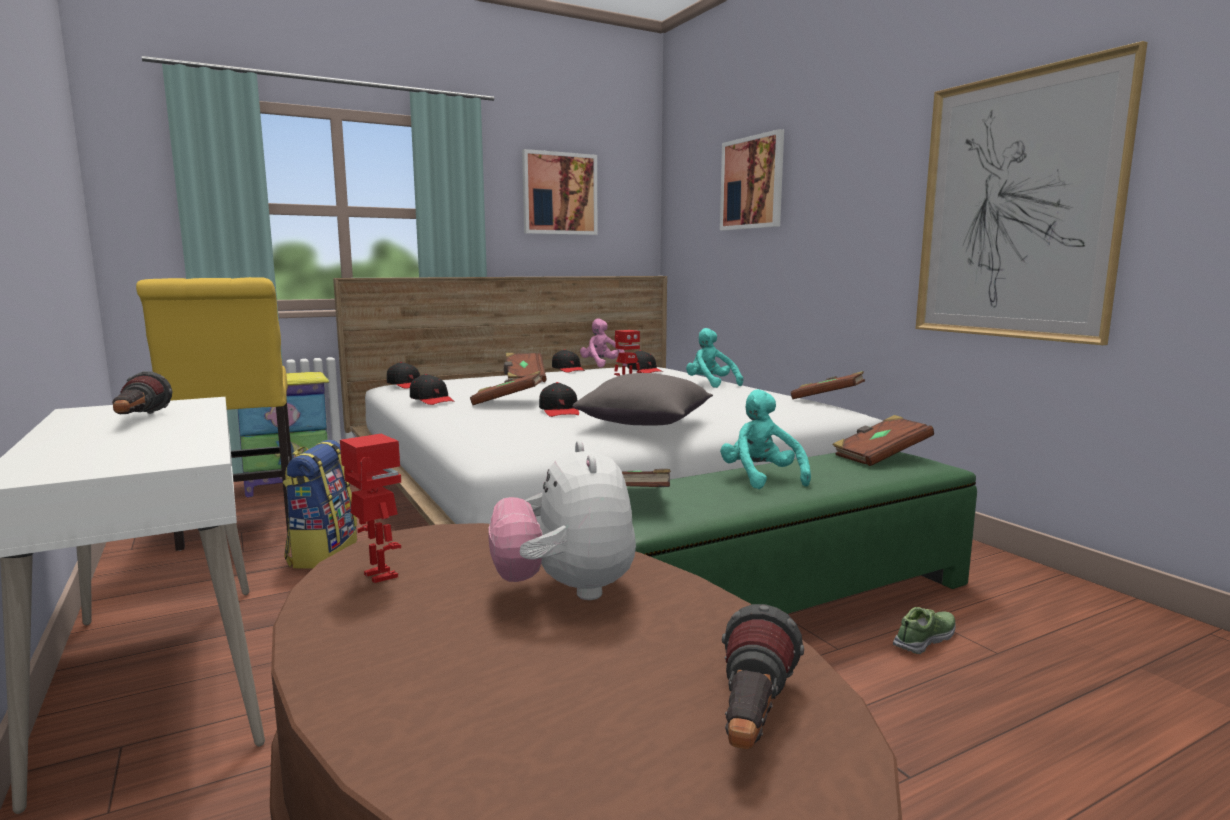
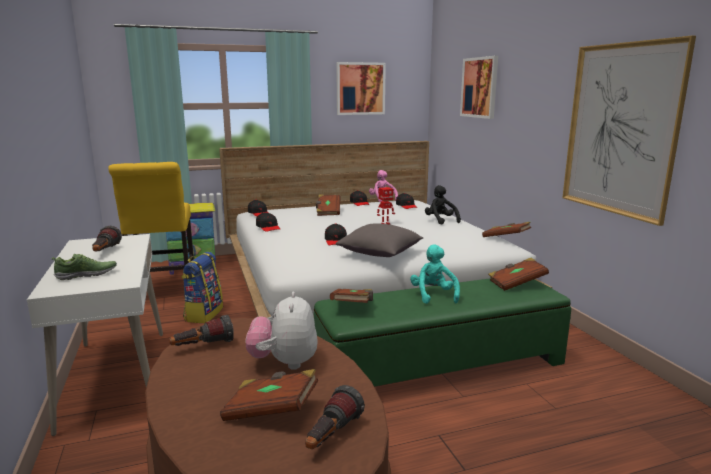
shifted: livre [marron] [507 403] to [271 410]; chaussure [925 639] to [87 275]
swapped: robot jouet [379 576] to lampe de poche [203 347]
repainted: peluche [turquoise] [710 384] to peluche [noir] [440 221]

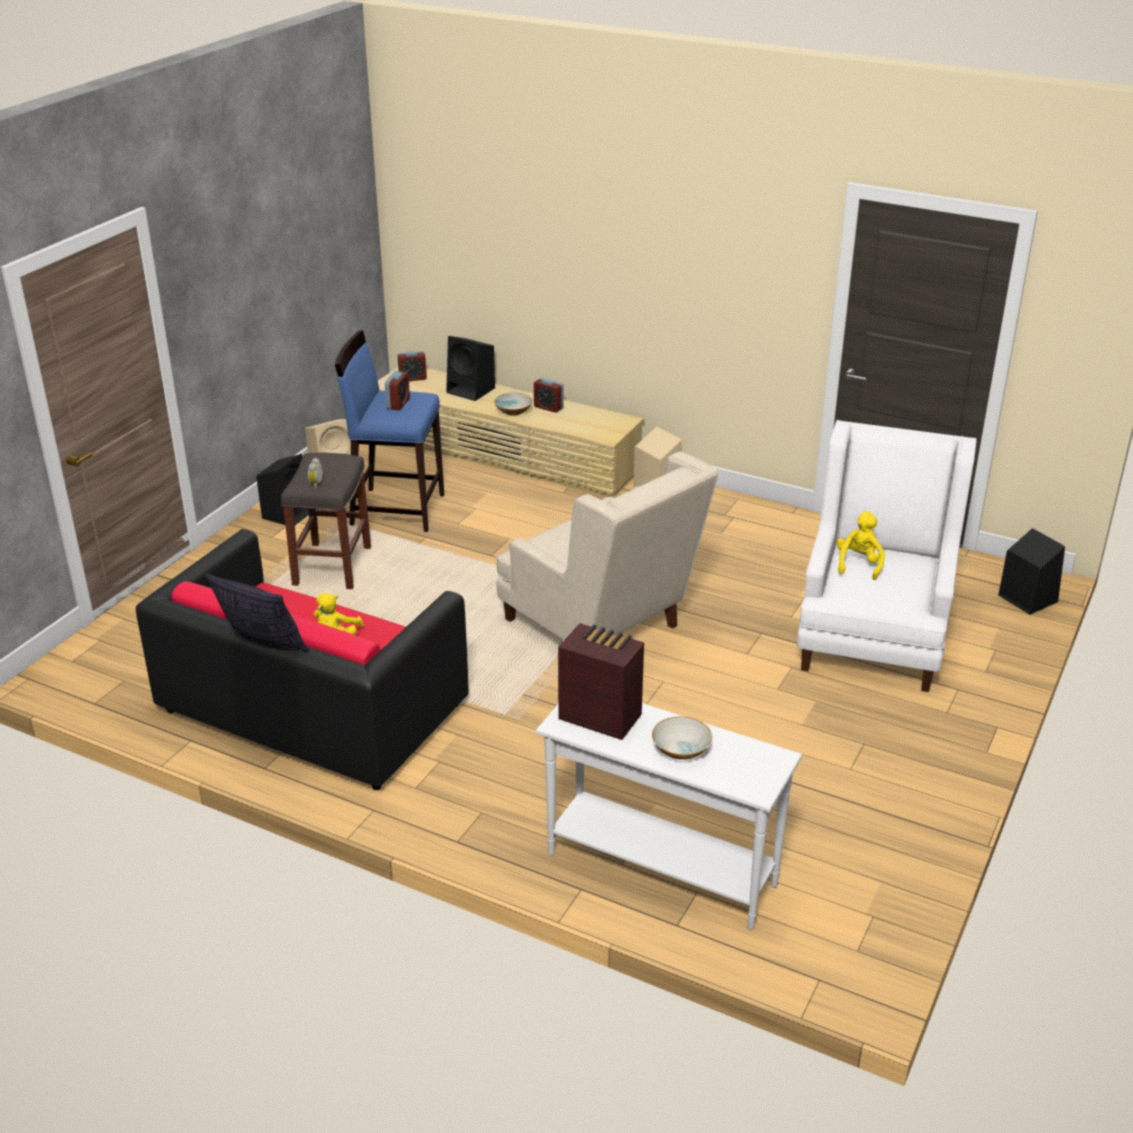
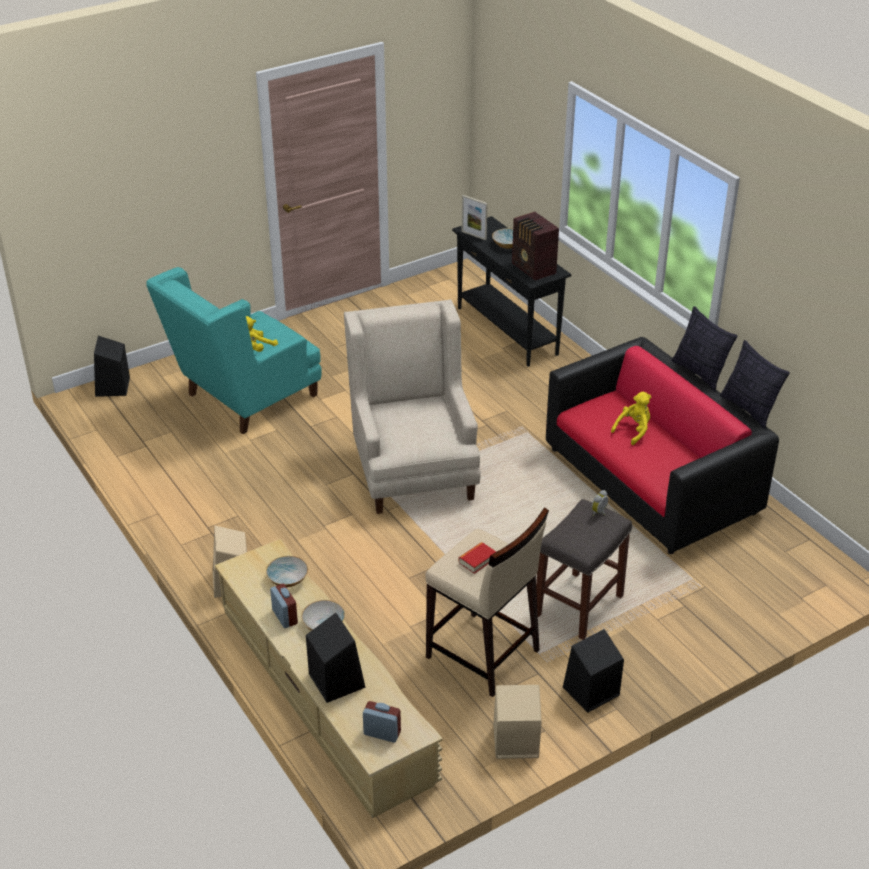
new: cadre photo [473 235]; coussin [749 409]; bol [288 579]
swapped: réveil [398 404] to livre [477 560]
repainted: tabouret [bleu] [396 509] to tabouret [beige] [483 655]; fauteuil [blanc] [873 635] to fauteuil [turquoise] [243 399]; table console [blanc] [658 870] to table console [noir] [508 331]

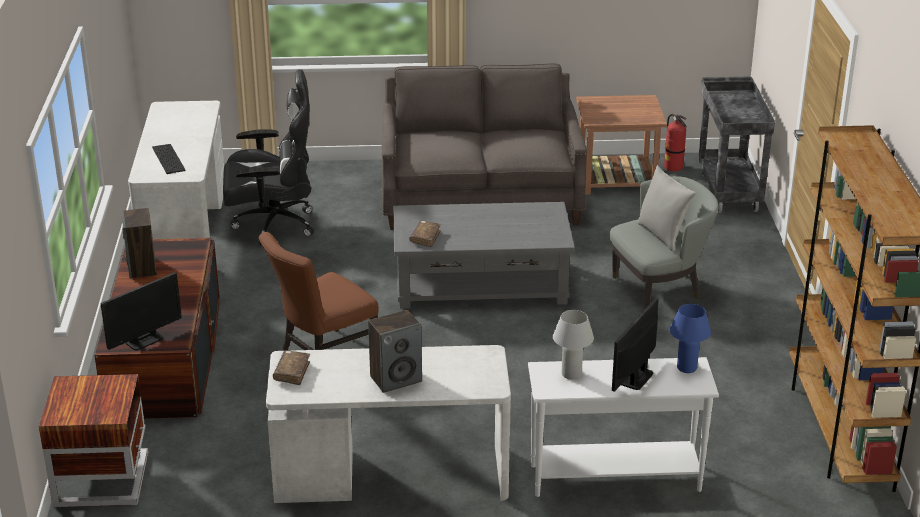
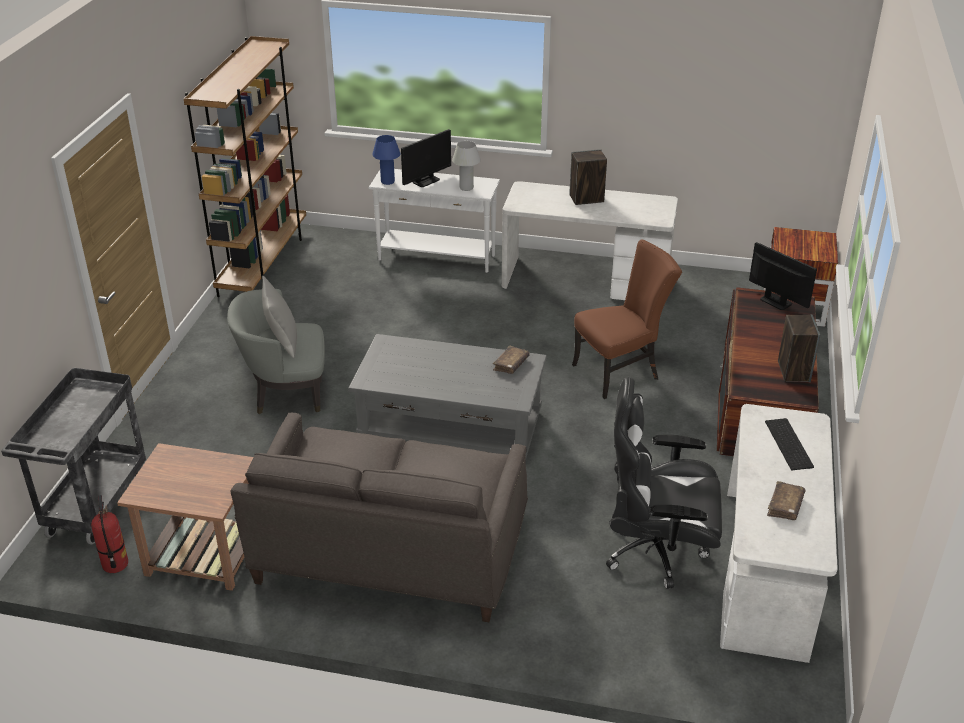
shifted: livre [marron] [292 372] to [785 506]
rotated: écran d'ordinateur [144 340] = [775 301] 75 degrees clockwise

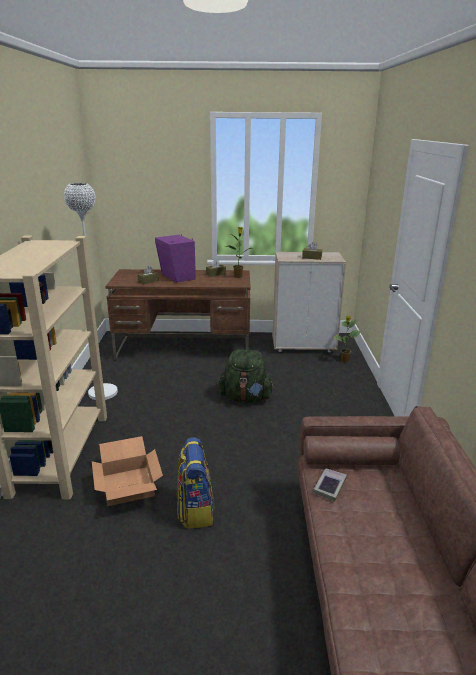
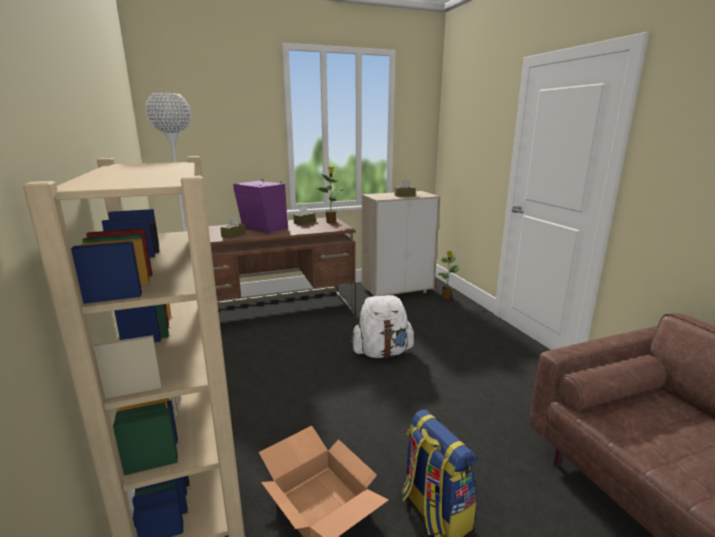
gone: livre [329 486]
repainted: sac à dos [vert] [245 398] to sac à dos [blanc] [382 352]

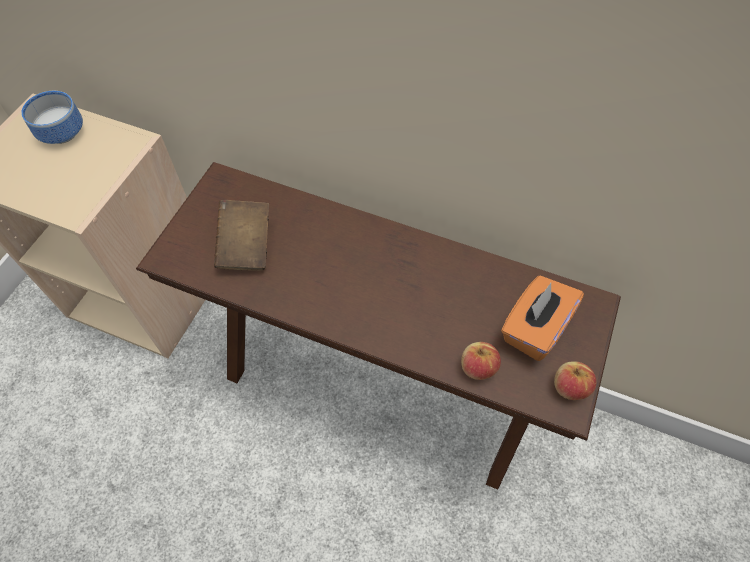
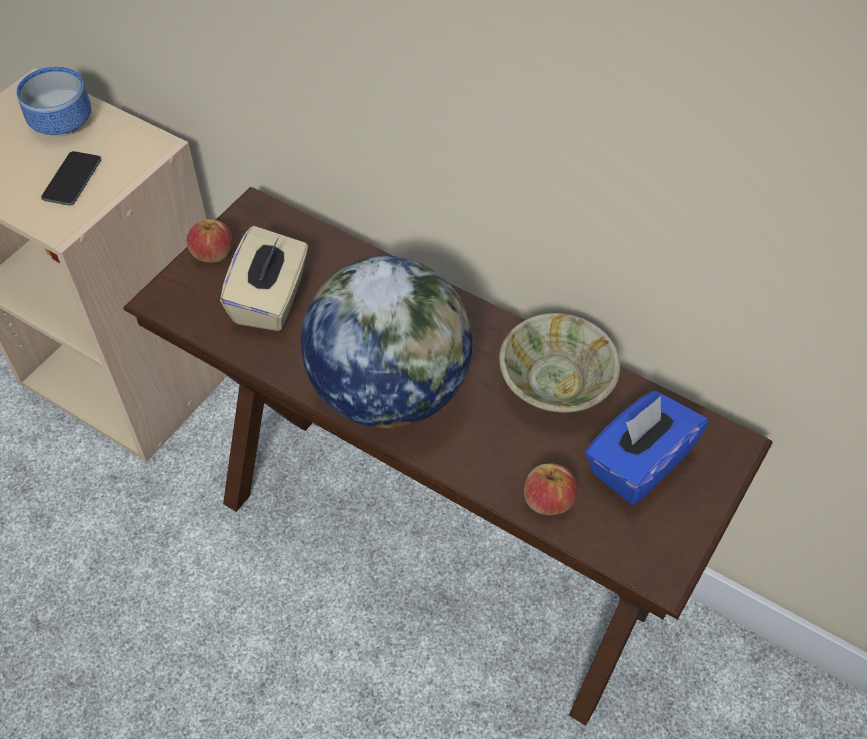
new: téléphone [72 179]; globe [389 391]; bol [beige] [555 385]
shifted: pomme [569 387] to [212 253]
swapped: livre [marron] [246 246] to boîte à mouchoirs [beige] [271 300]
repainted: boîte à mouchoirs [orange] [534 328] to boîte à mouchoirs [bleu] [638 463]

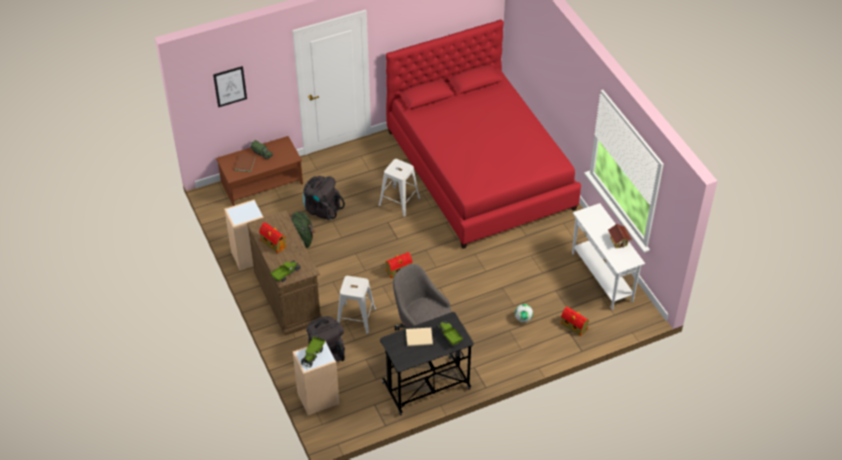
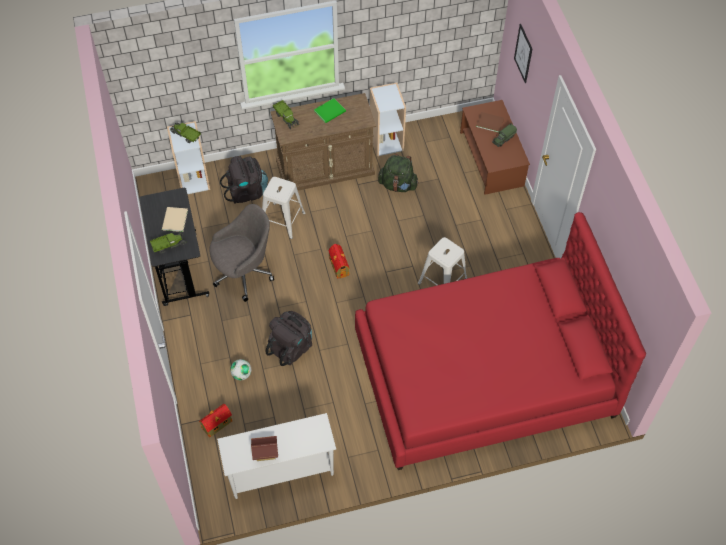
shifted: sac à dos [noir] [322 209] to [291 347]
swapped: maison miniature [273 243] to livre [vert] [331 111]

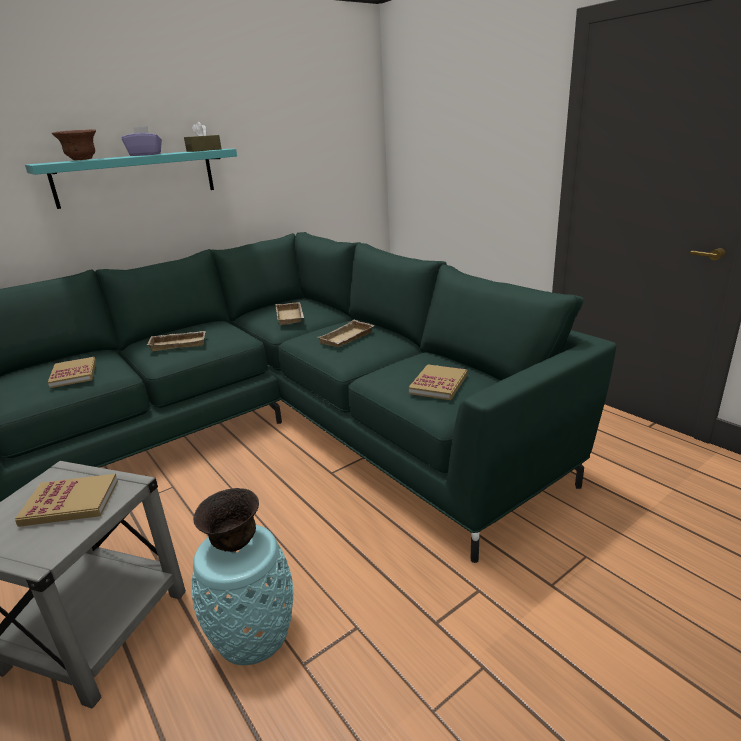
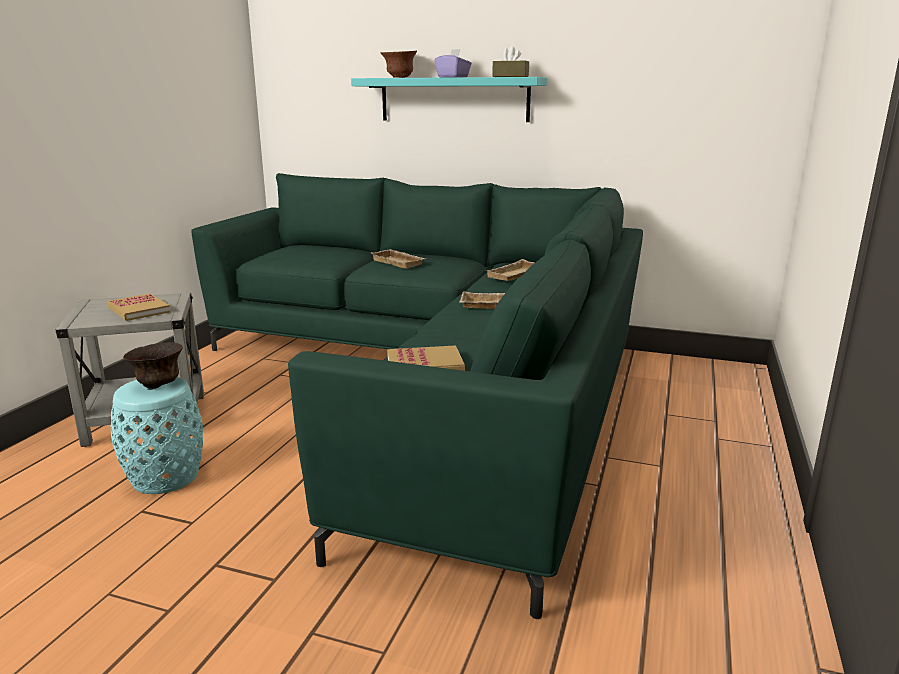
gone: livre [74 374]

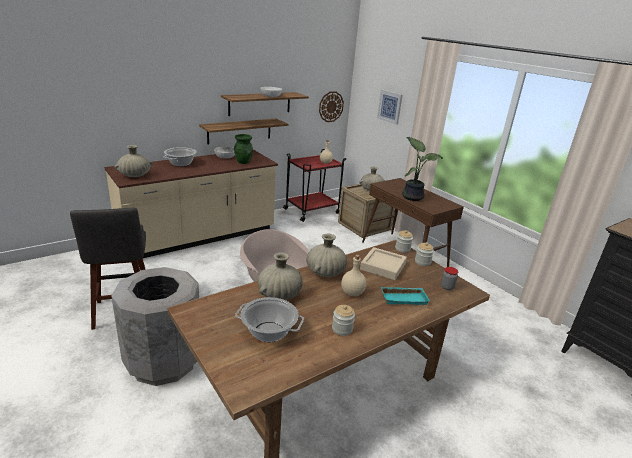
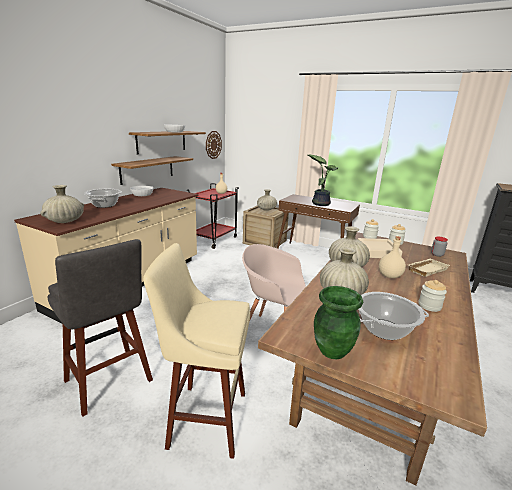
gone: tableau [390 106]
shifted: vase [vert] [243 162] to [332 350]
swapped: poubelle [gris] [163 361] to tabouret [beige] [204 417]
repainted: plateau [turquoise] [404 298] to plateau [beige] [426 269]

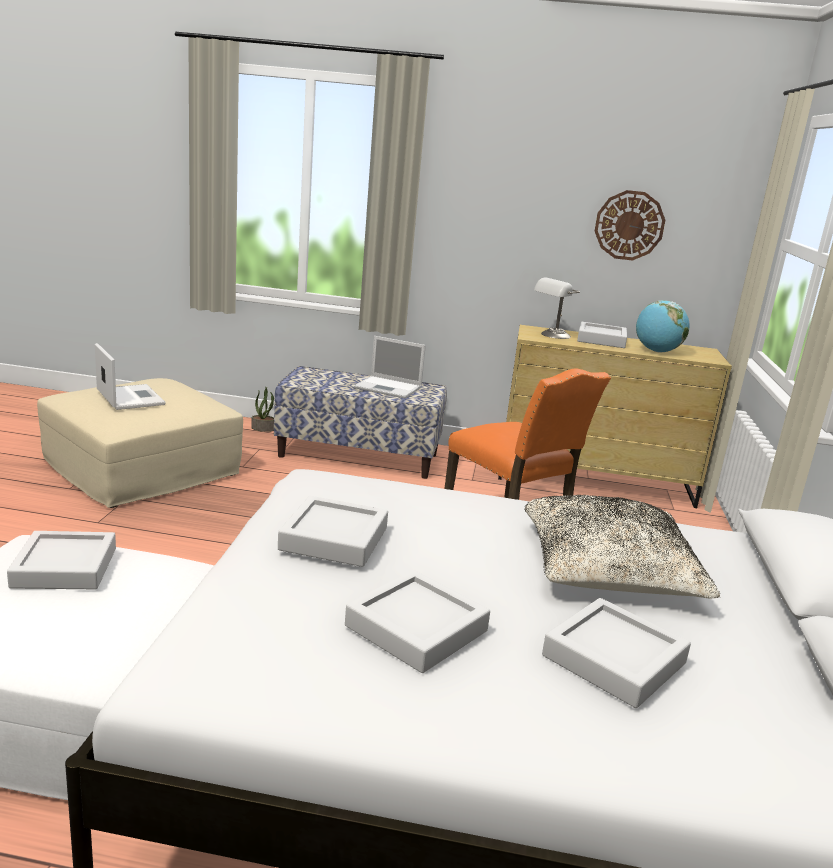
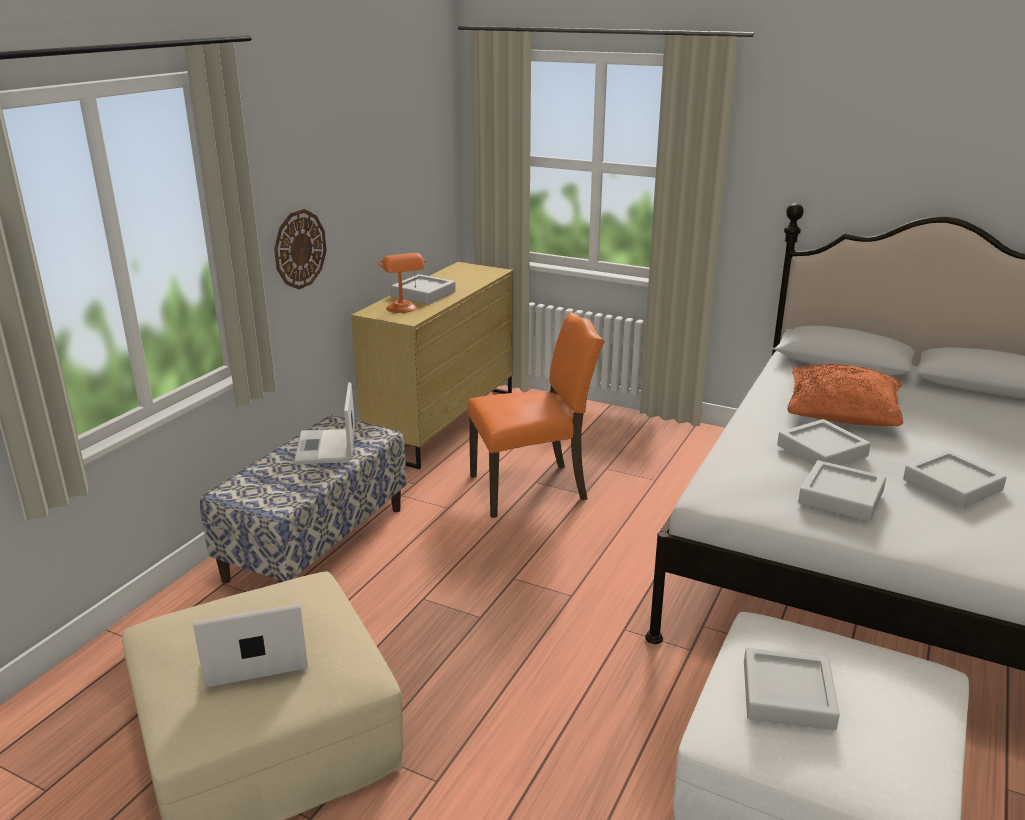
gone: globe [657 351]; plante en pot [263 428]
shifted: horloge murale [629 225] to [299 249]; plateau [gris] [614 659] to [822 451]
repainted: lampe de table [blanc] [552 336] to lampe de table [orange] [404 310]; coussin [beige] [609 568] to coussin [orange] [843 411]
rotated: ordinateur portable [389 388] = [326 447] 135 degrees clockwise

